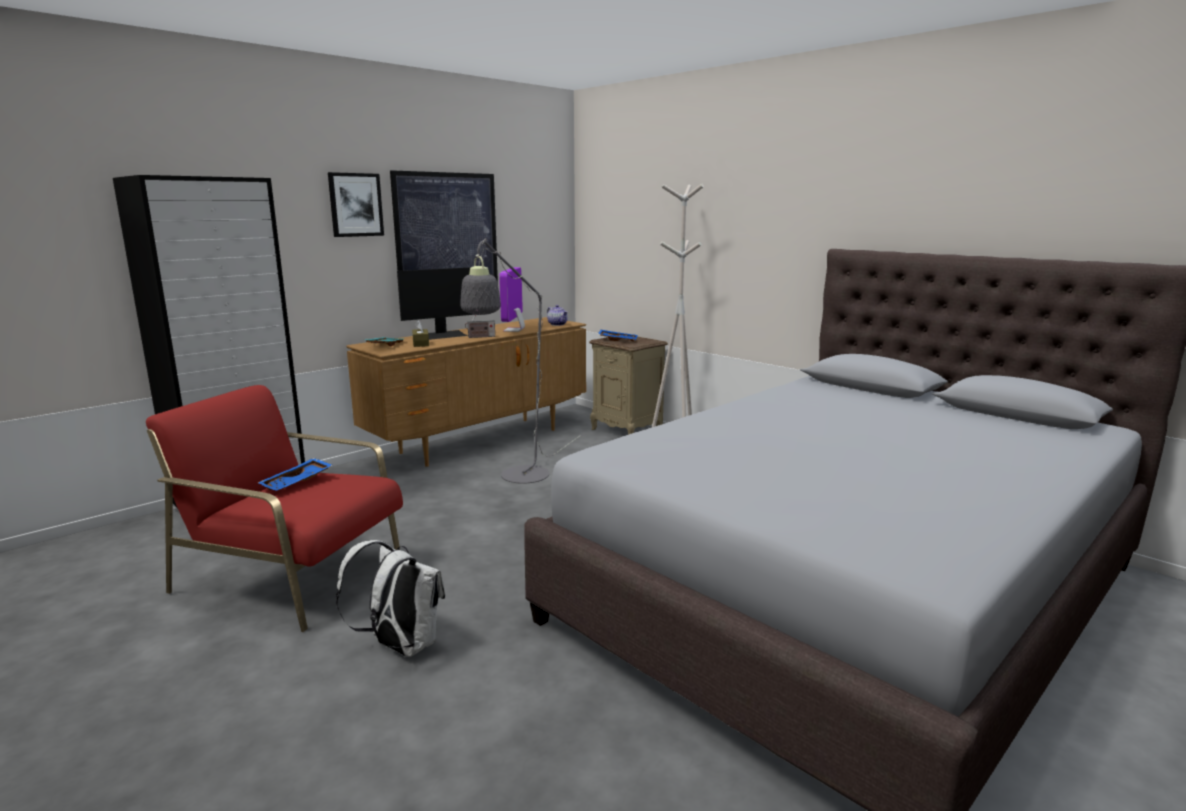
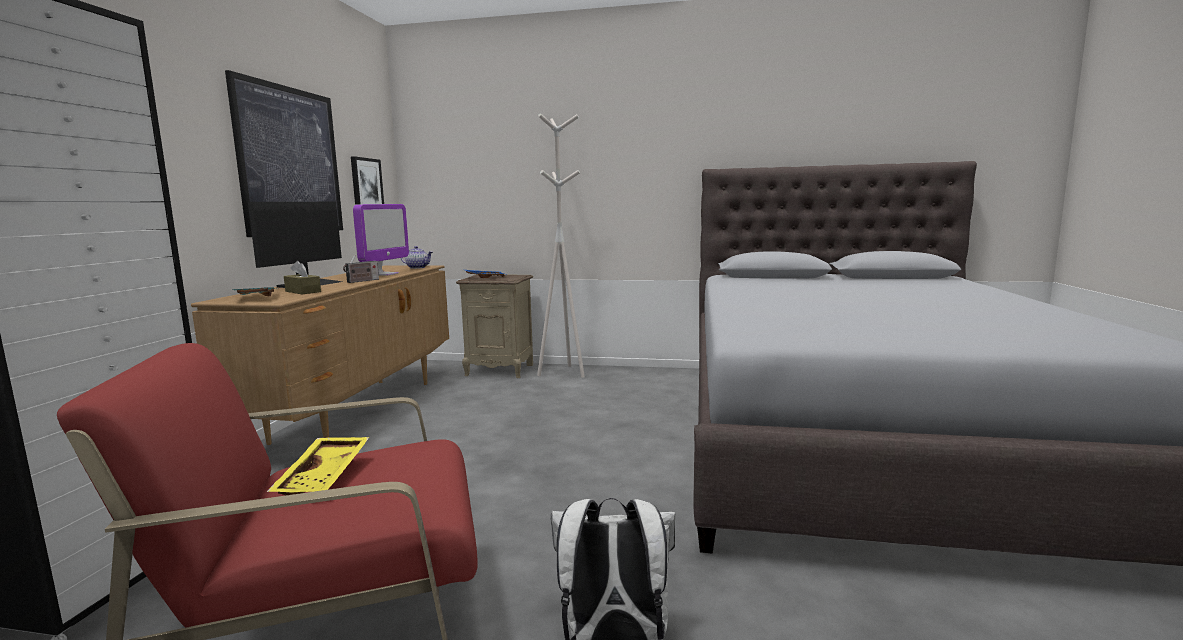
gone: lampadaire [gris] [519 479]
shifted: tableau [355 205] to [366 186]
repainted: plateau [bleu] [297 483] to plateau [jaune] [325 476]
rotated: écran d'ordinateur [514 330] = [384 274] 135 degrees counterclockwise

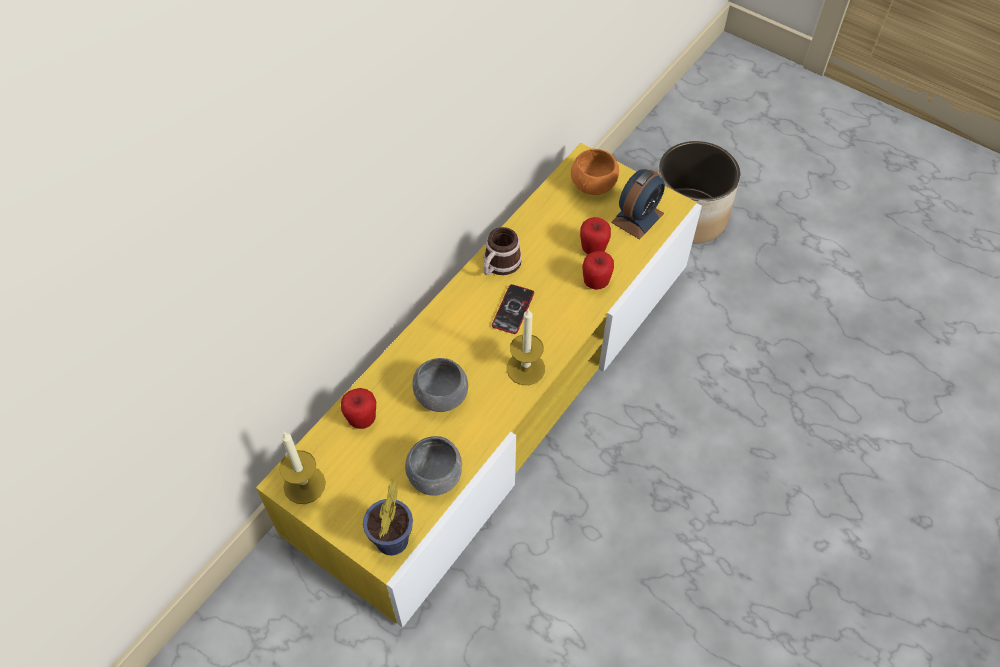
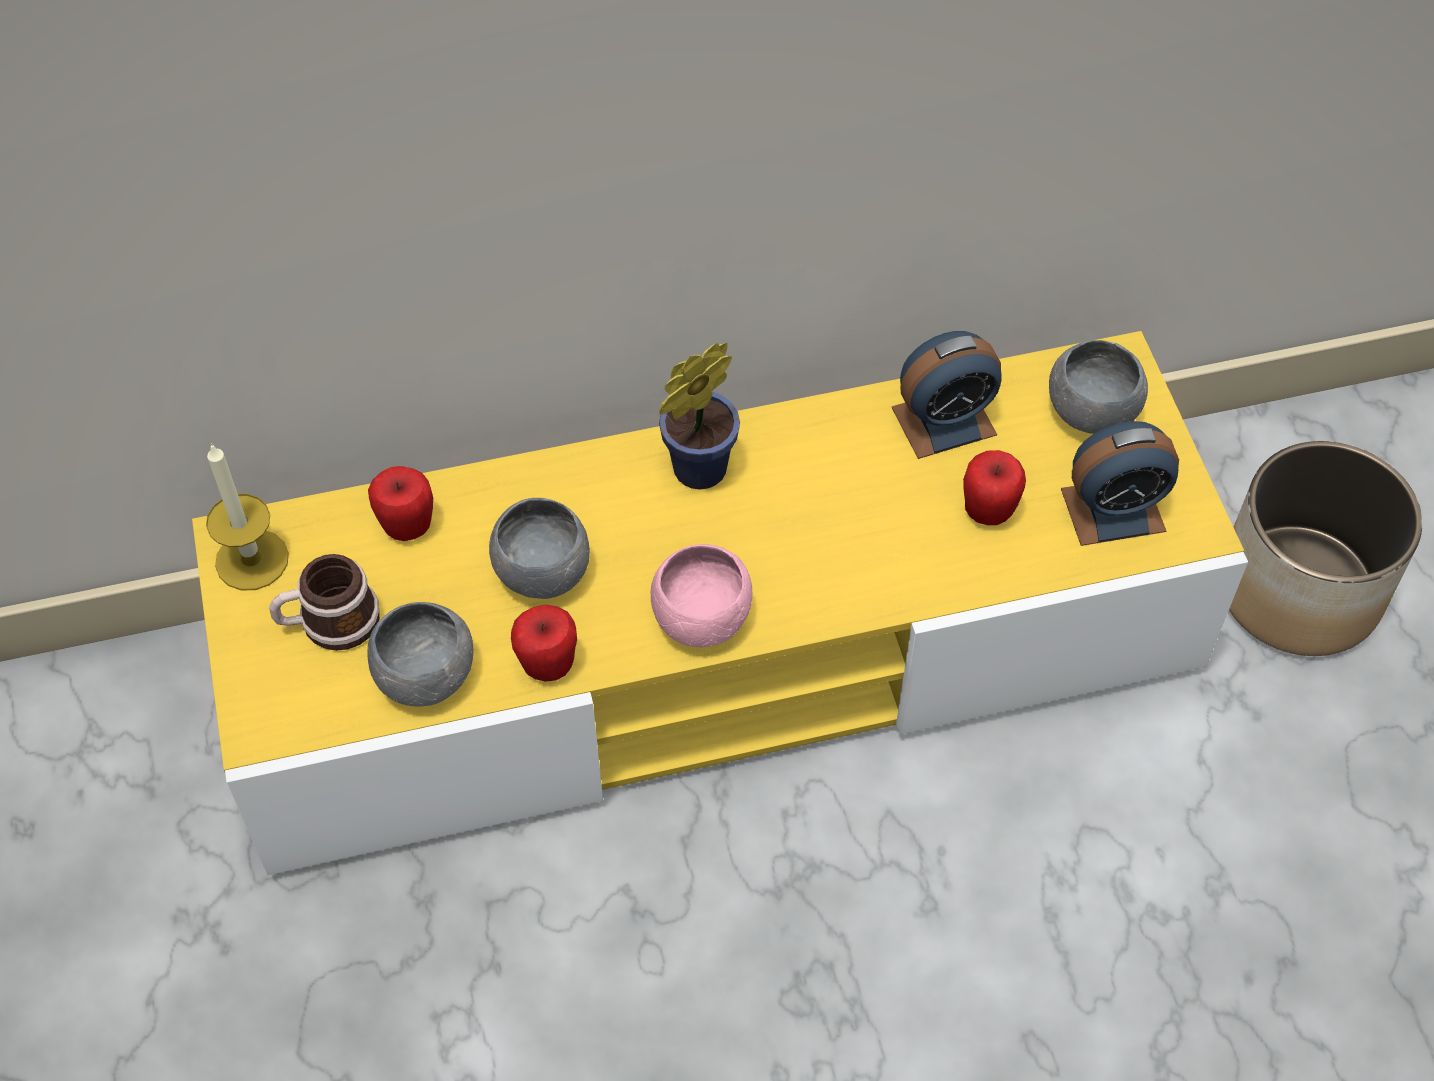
gone: téléphone [513 309]
new: réveil [944 421]
shifted: mug [499 265] to [329 622]; pomme [596 282] to [547 664]; plante en pot [390 545] to [693 472]
swapped: bougie [525 368] to bol [rose] [701 618]
repainted: bol [orange] [593 185] to bol [gris] [1091 412]

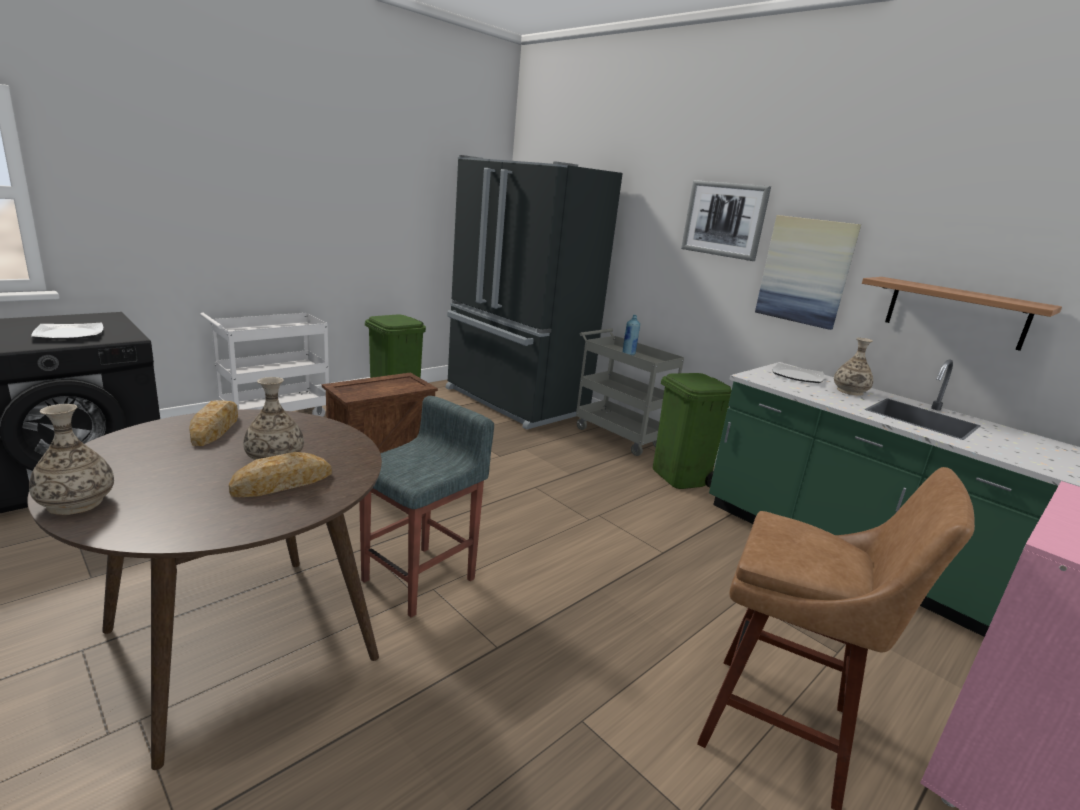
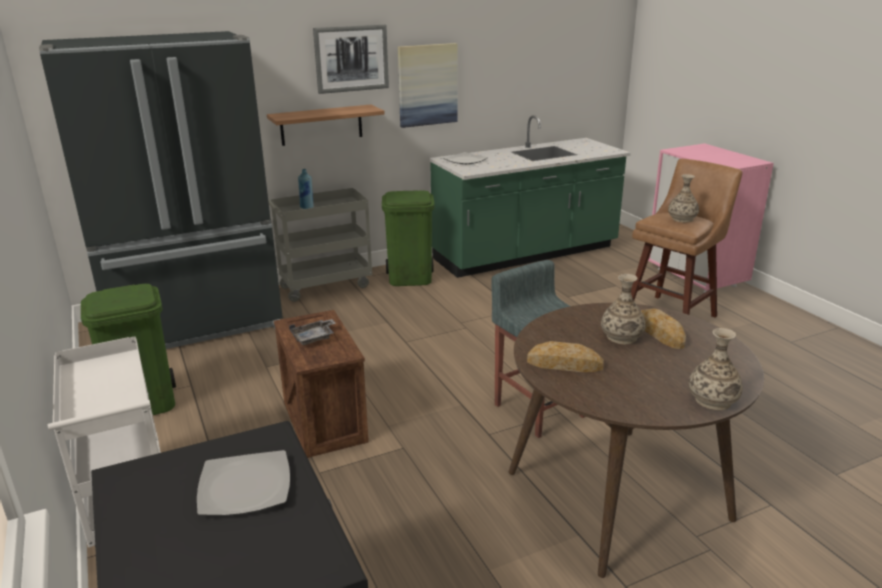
new: plateau [gris] [314 338]
shifted: étagère [956 313] to [321 125]; vase [849 391] to [682 219]

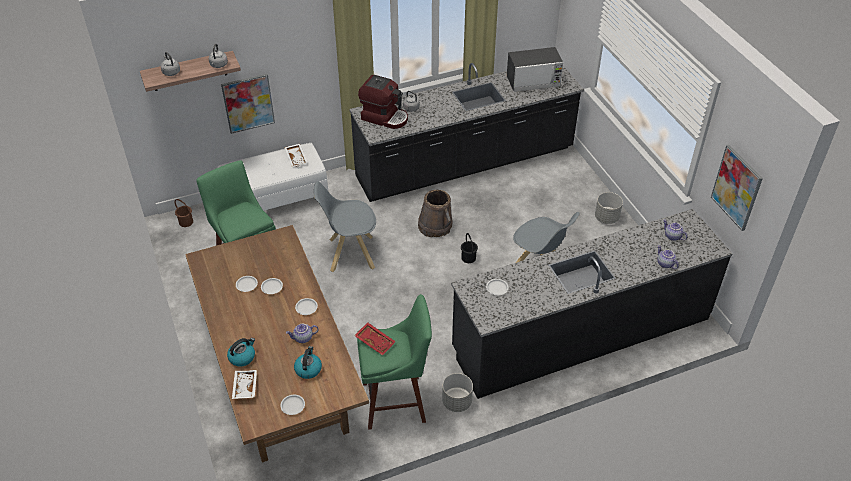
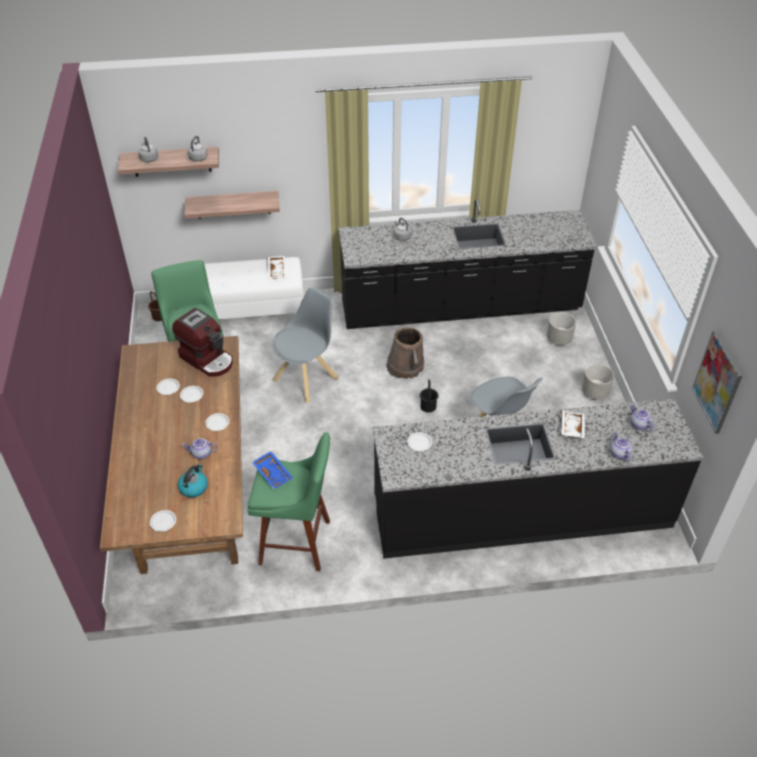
gone: micro-ondes [533 82]; bouilloire [242 357]
shifted: machine à café [385 117] to [208 359]; plateau [blanc] [244 387] to [571 427]; cache-pot [gris] [457 402] to [559 339]
swapped: tableau [248 103] to étagère [233 204]
repainted: plateau [rouge] [375 341] to plateau [bleu] [273 473]
rotated: chaise [gris] [350 253] = [307 378] 120 degrees clockwise

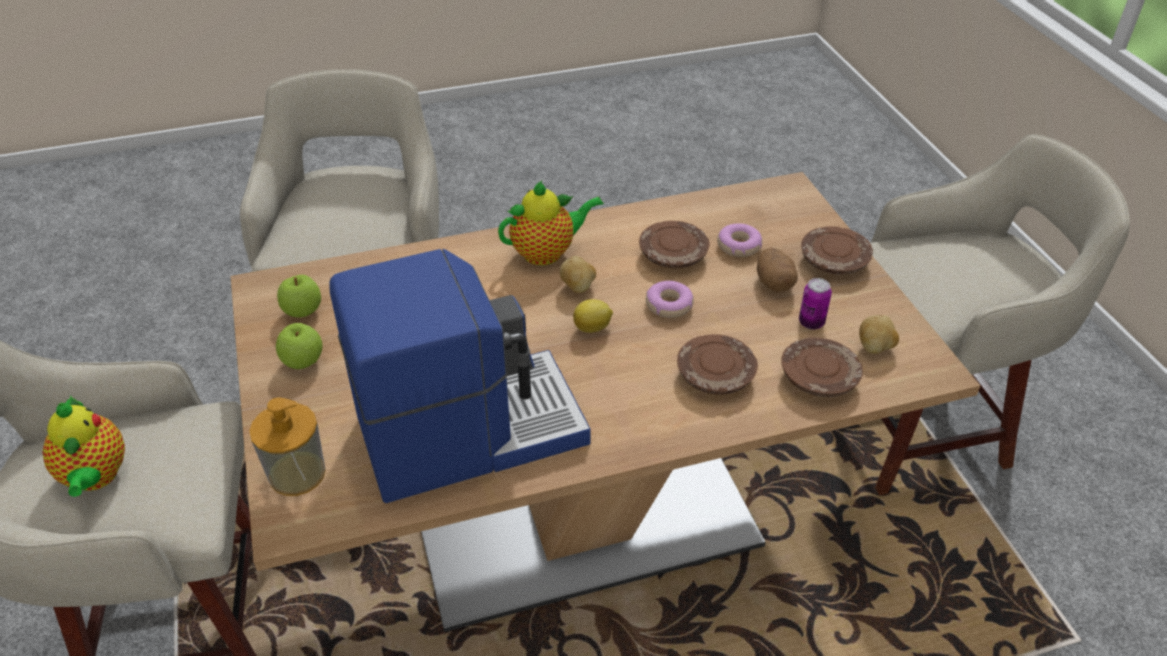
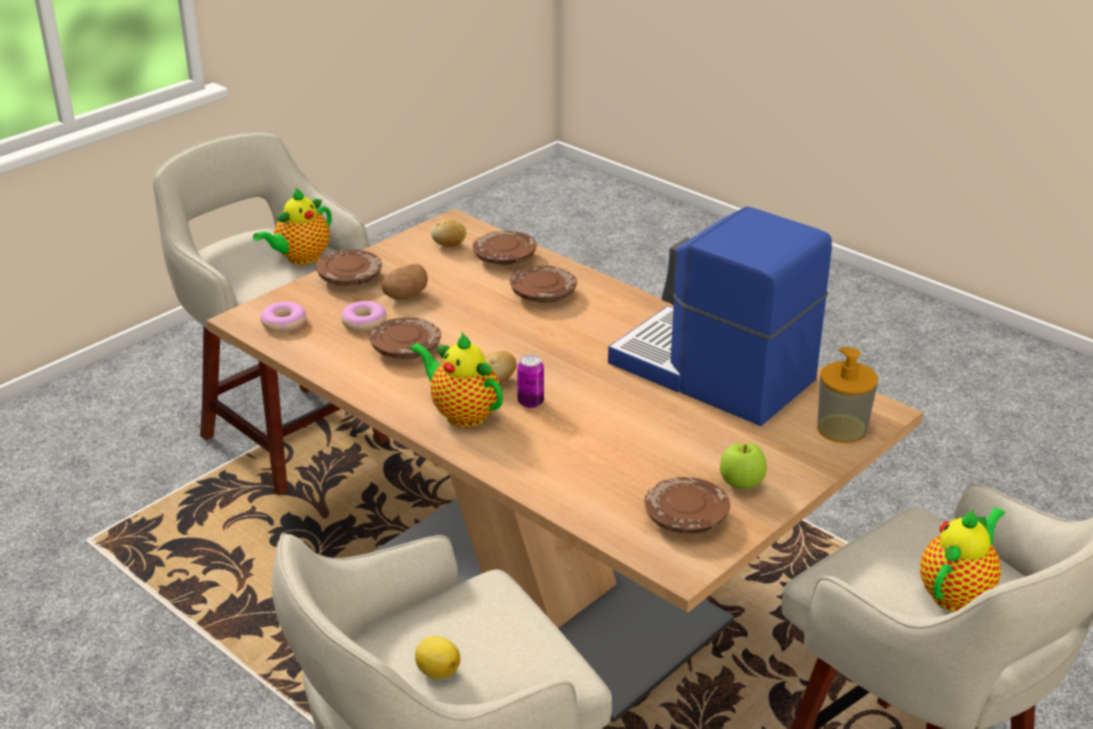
new: théière [300 259]
shifted: boîte métallique [811 323] to [530 402]; beignet [669 305] to [284 323]; citron [593 328] to [437 671]
swapped: pomme [303 312] to assiette [marron] [685 518]

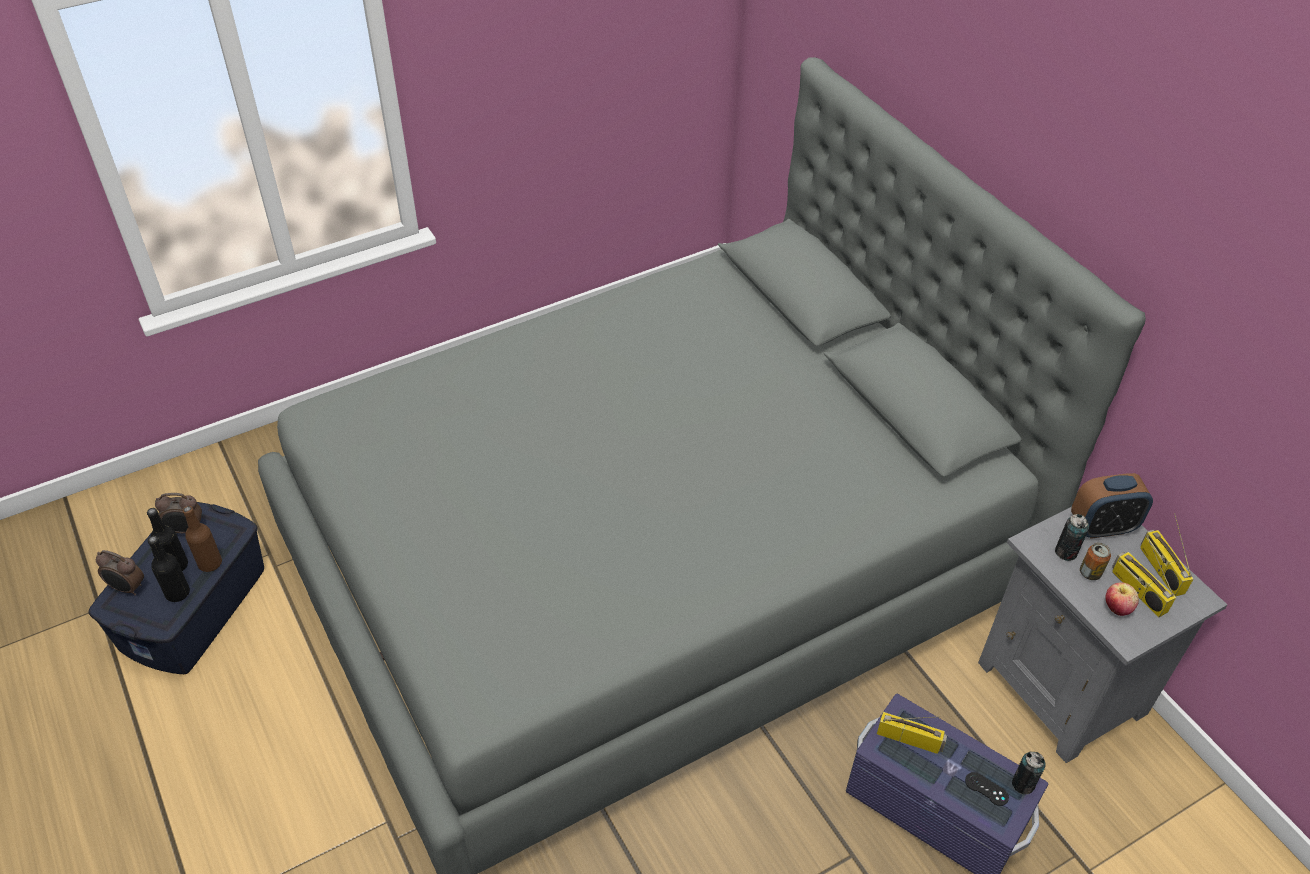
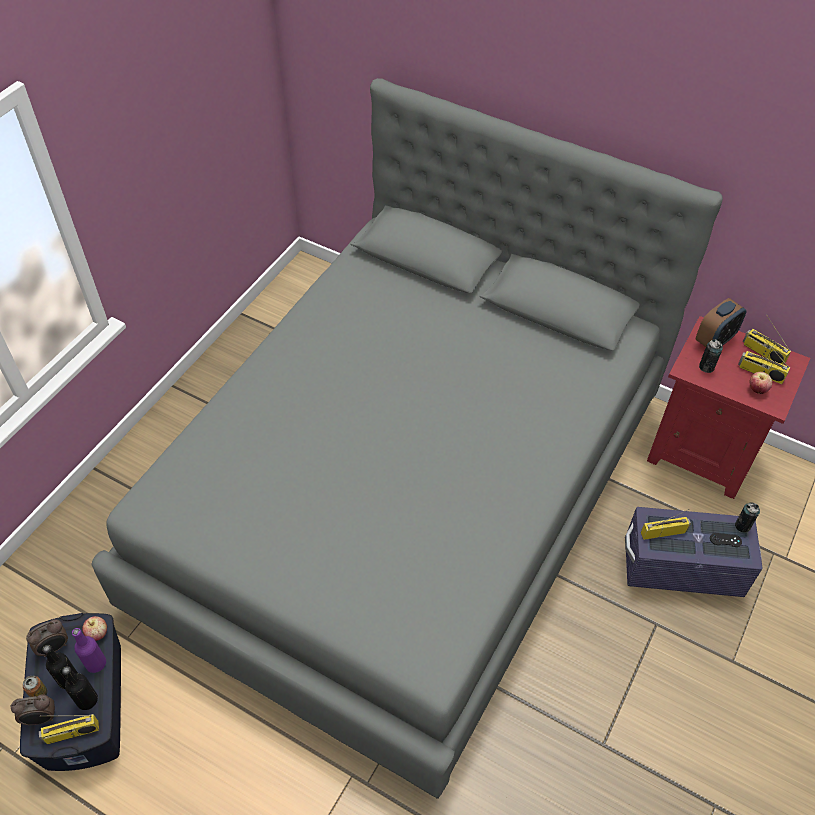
new: pomme [97 633]; radio [71 733]
shifted: boîte métallique [1090 573] to [39 694]
repainted: bouteille [marron] [210 563] to bouteille [violet] [96 663]; table de chevet [gris] [1059 691] to table de chevet [rouge] [702 455]

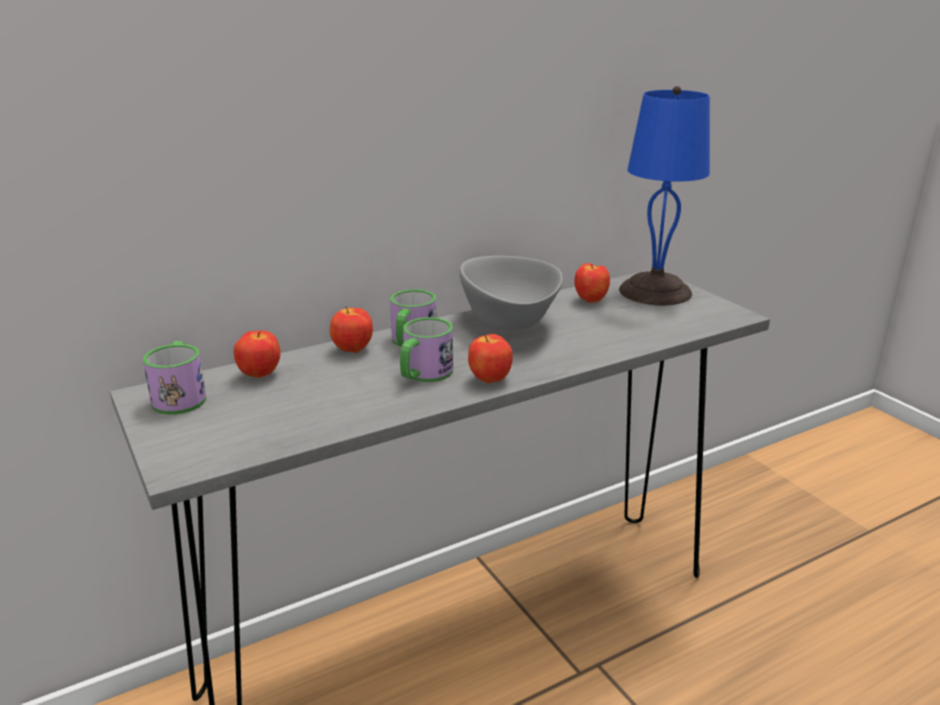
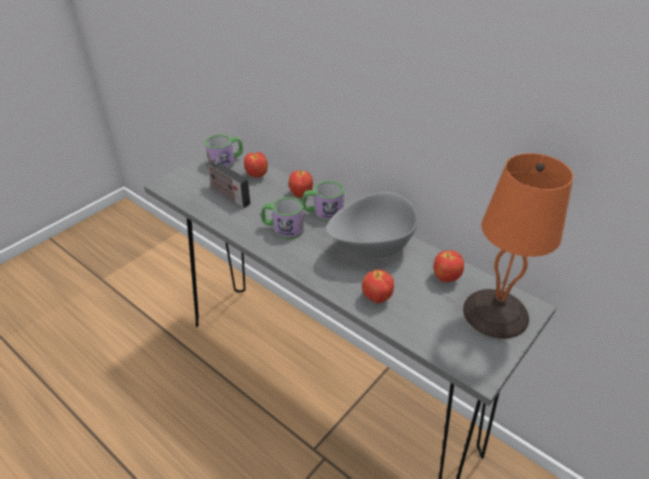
new: radio [228 195]
shifted: pomme [490 380] to [376 298]
repainted: lampe de table [bleu] [653 291] to lampe de table [orange] [495 312]

